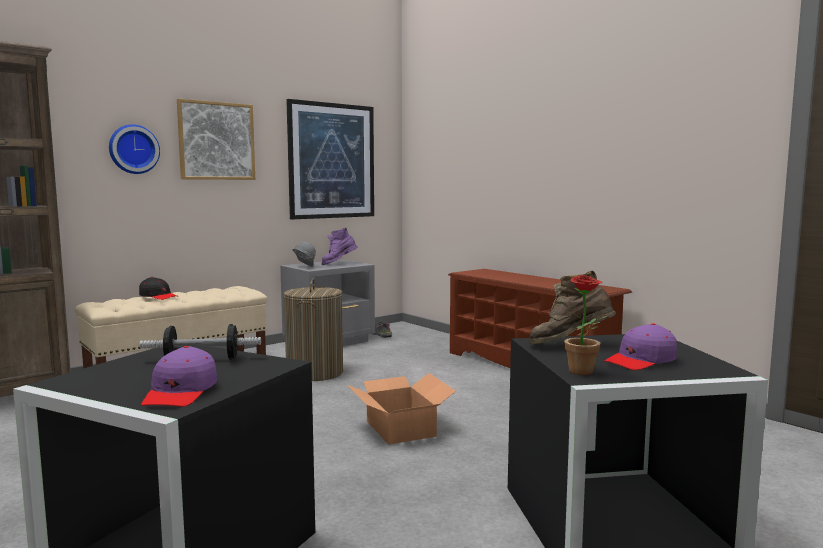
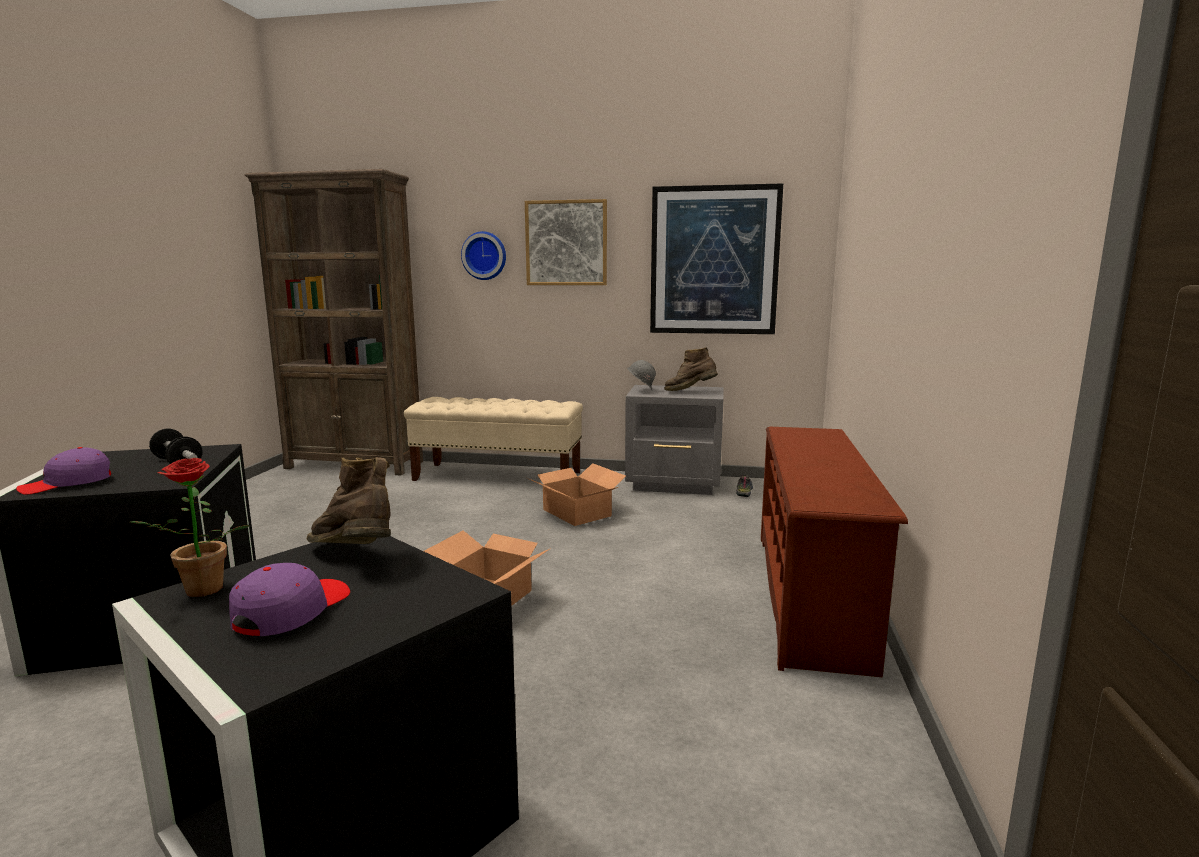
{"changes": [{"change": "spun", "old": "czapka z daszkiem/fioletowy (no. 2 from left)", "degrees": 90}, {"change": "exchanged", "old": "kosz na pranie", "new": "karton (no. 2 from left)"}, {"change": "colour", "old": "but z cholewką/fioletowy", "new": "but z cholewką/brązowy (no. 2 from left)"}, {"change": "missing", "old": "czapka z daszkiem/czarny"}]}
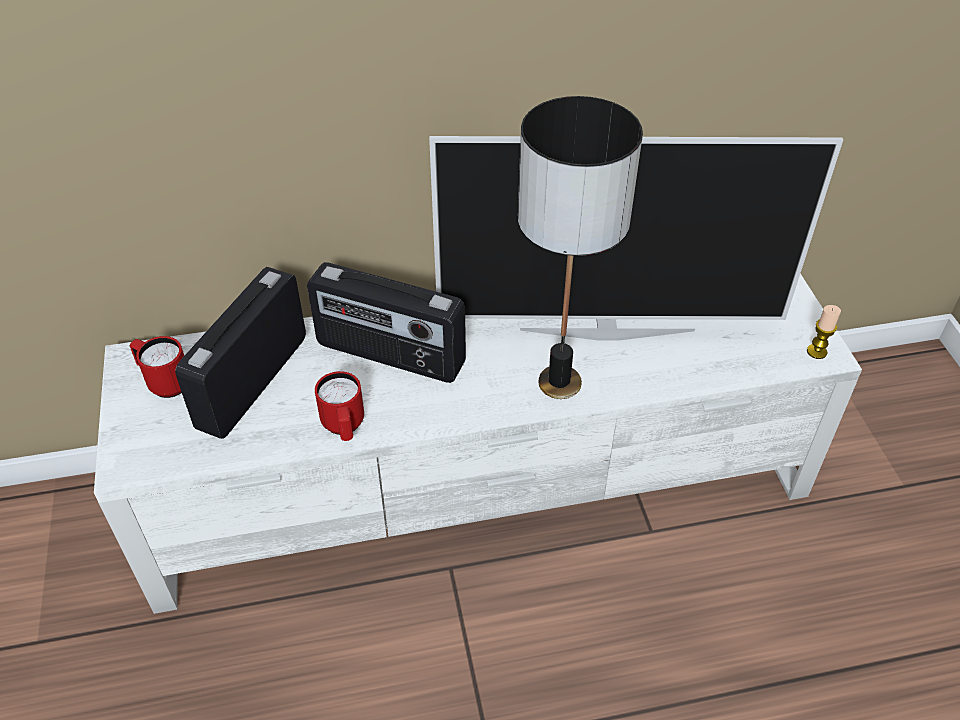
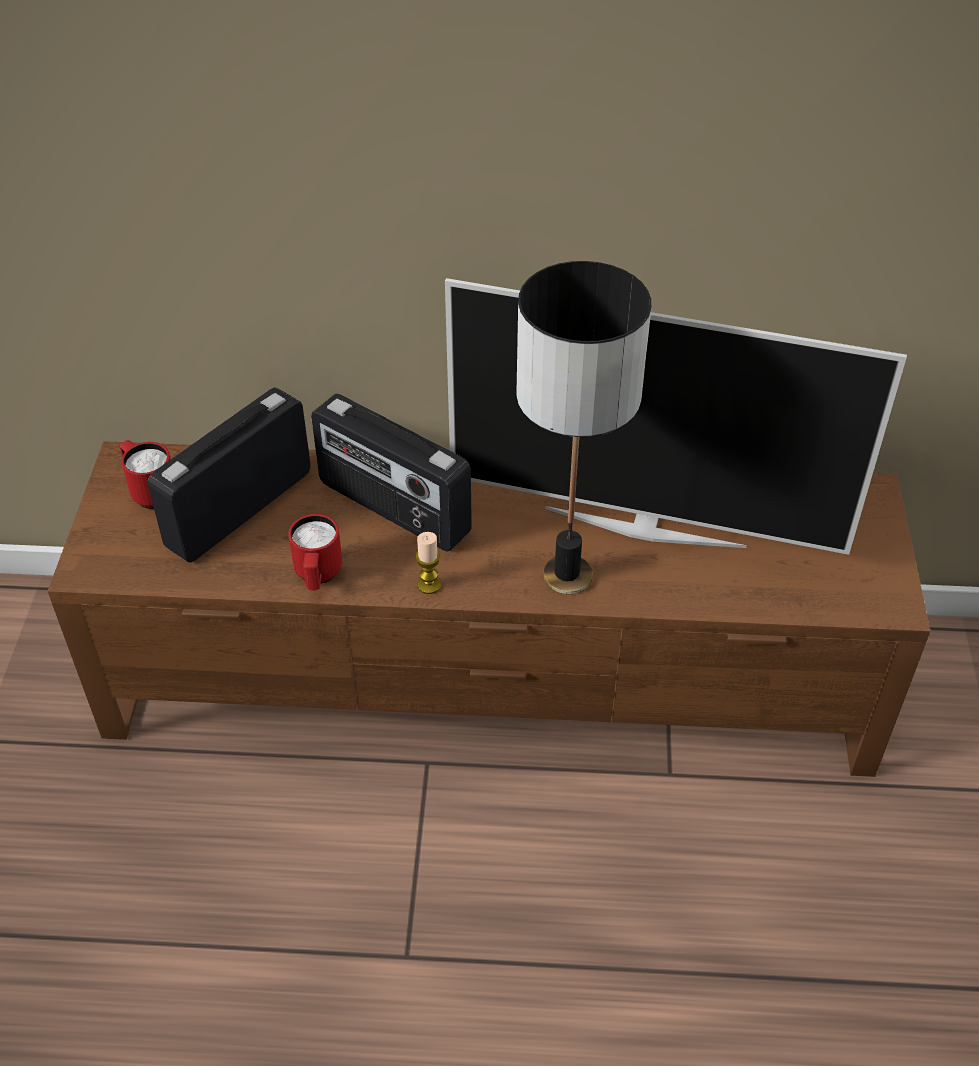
{"changes": [{"change": "colour", "old": "szafka pod telewizor/biały", "new": "szafka pod telewizor/brązowy"}, {"change": "relocated", "old": "świeca"}]}
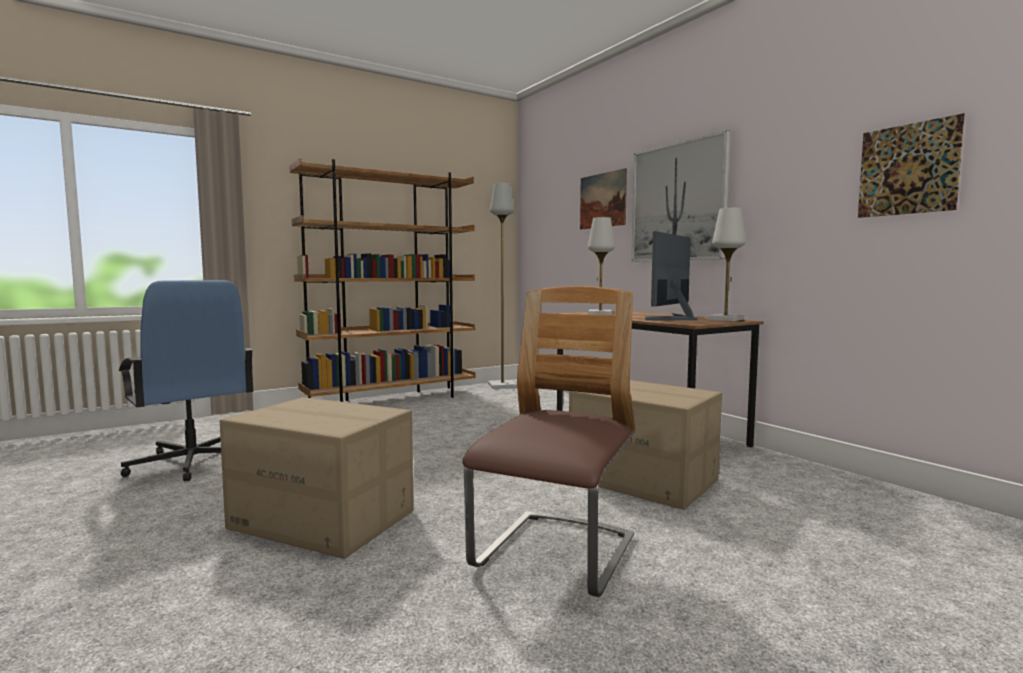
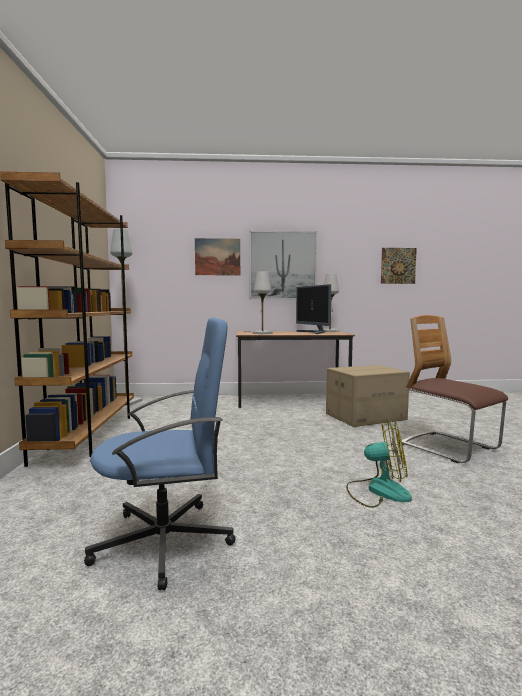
{"changes": [{"change": "exchanged", "old": "karton (no. 1 from left)", "new": "wentylator"}]}
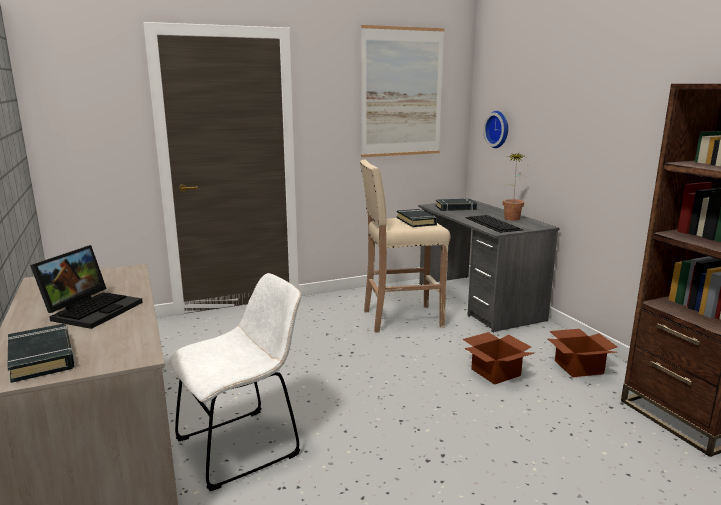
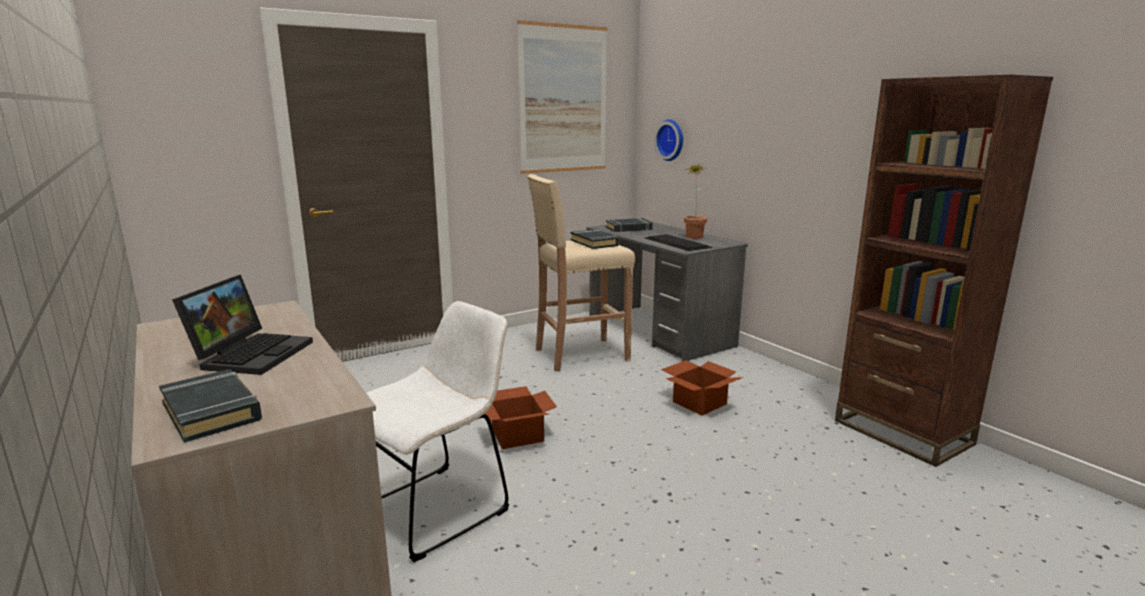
{"changes": [{"change": "relocated", "old": "karton (no. 2 from left in the first image)", "new": "karton (no. 1 from left)"}]}
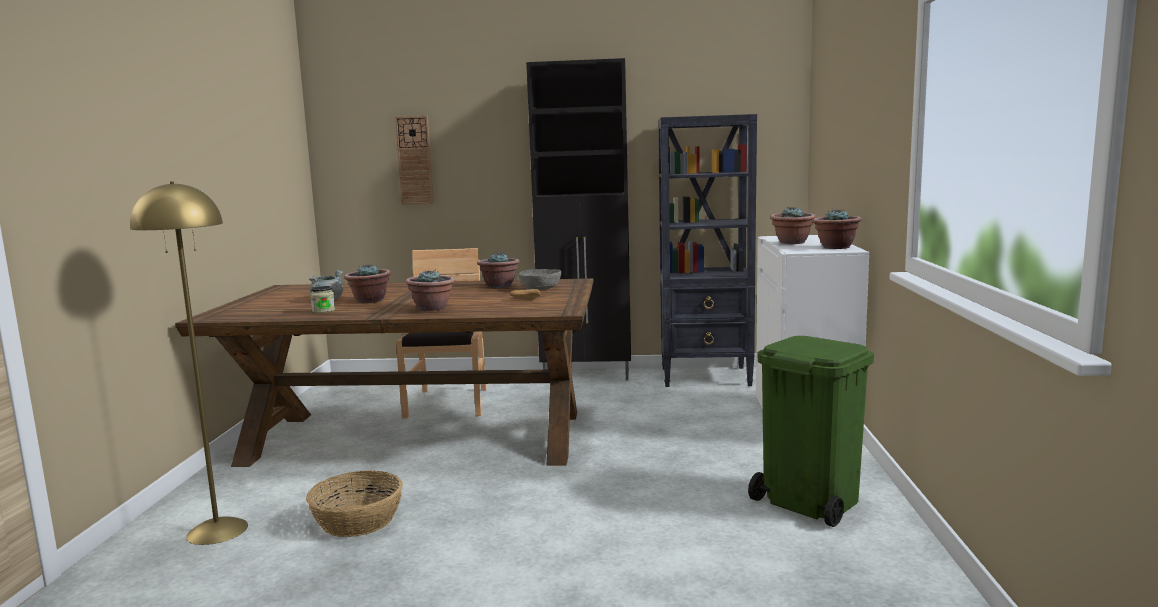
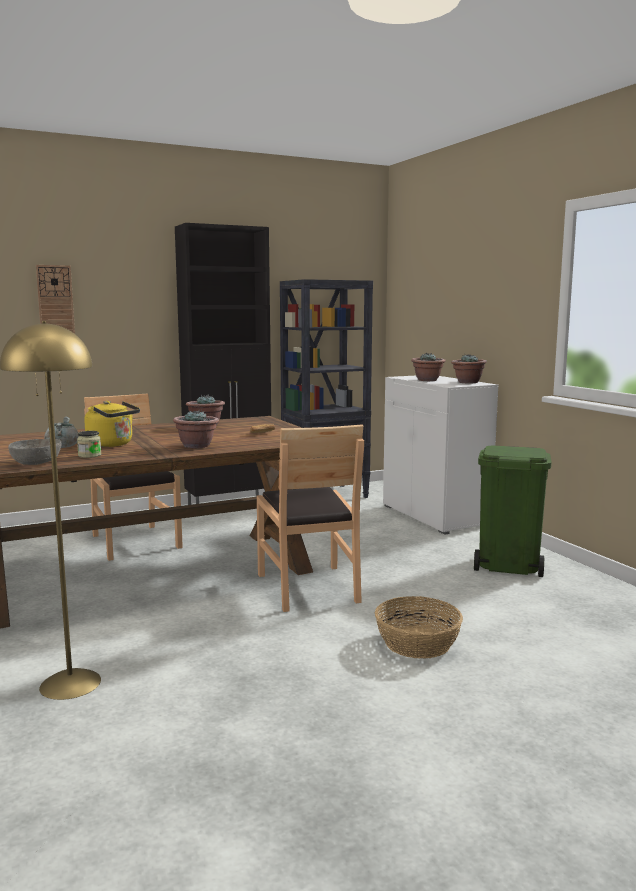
{"changes": [{"change": "relocated", "old": "miska/szary"}, {"change": "exchanged", "old": "roślina doniczkowa (no. 1 from left)", "new": "czajnik/żółty"}, {"change": "appeared", "new": "krzesło/brązowy (no. 2 from left)"}, {"change": "relocated", "old": "koszyk"}]}
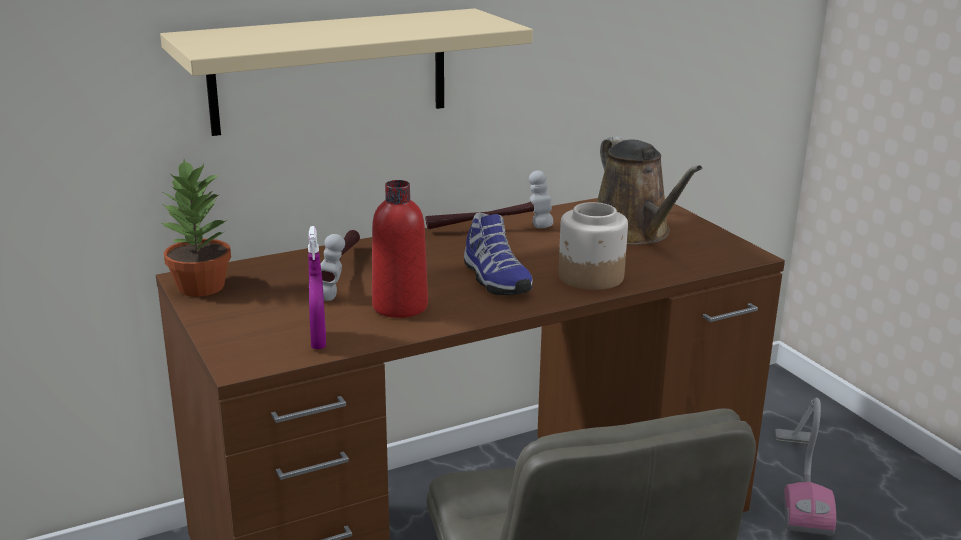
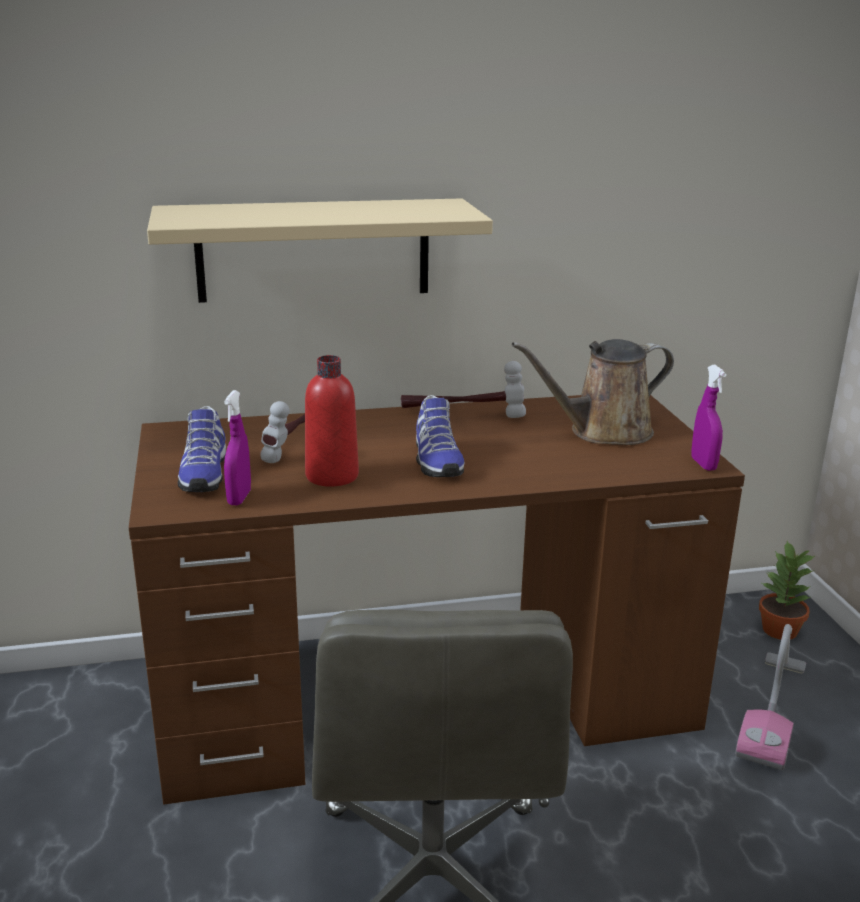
{"changes": [{"change": "appeared", "new": "but (no. 1 from left)"}, {"change": "spun", "old": "konewka/brązowy", "degrees": 75}, {"change": "appeared", "new": "spryskiwacz/fioletowy (no. 2 from left)"}, {"change": "relocated", "old": "roślina doniczkowa"}, {"change": "missing", "old": "słoik"}]}
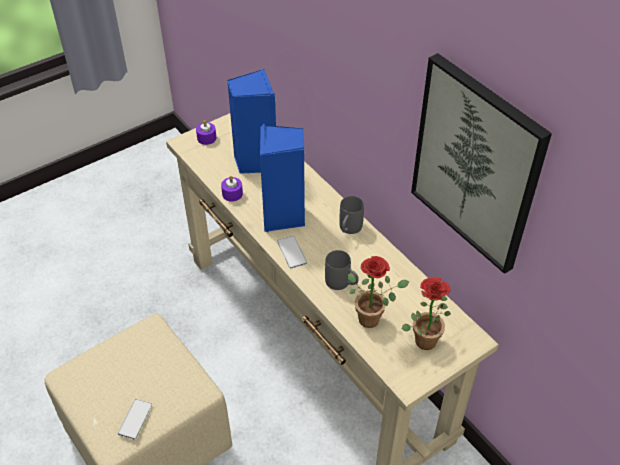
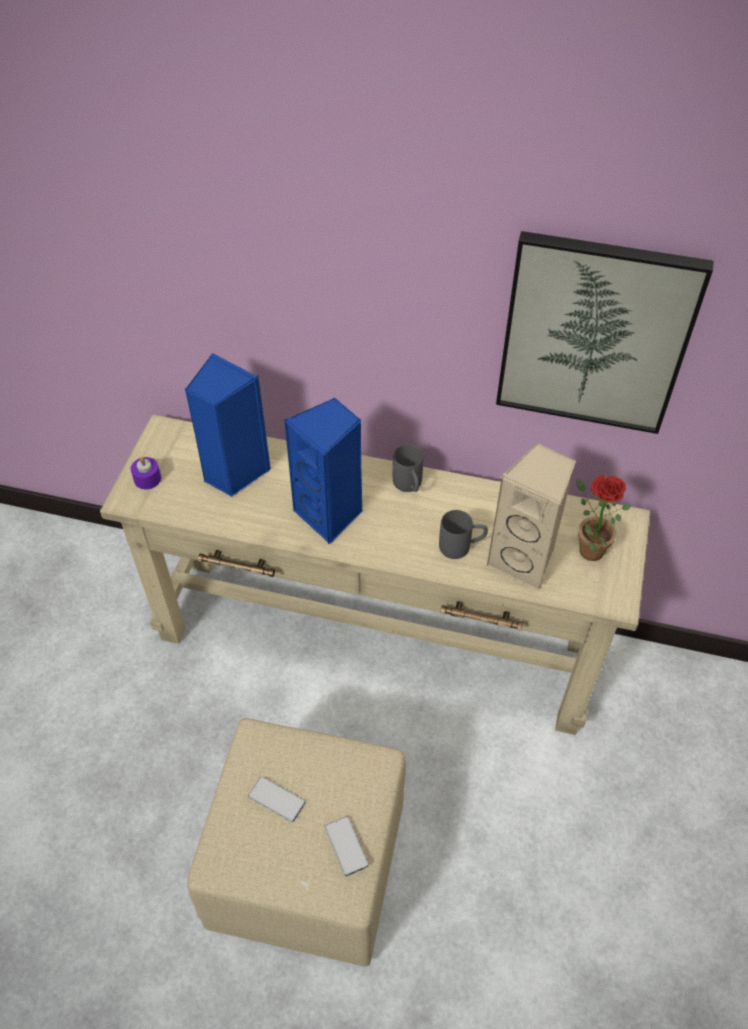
{"changes": [{"change": "relocated", "old": "telefon (no. 2 from left in the first image)", "new": "telefon (no. 1 from left)"}, {"change": "exchanged", "old": "roślina doniczkowa (no. 1 from left)", "new": "głośnik/beżowy"}, {"change": "missing", "old": "świeca/fioletowy (no. 2 from left)"}]}
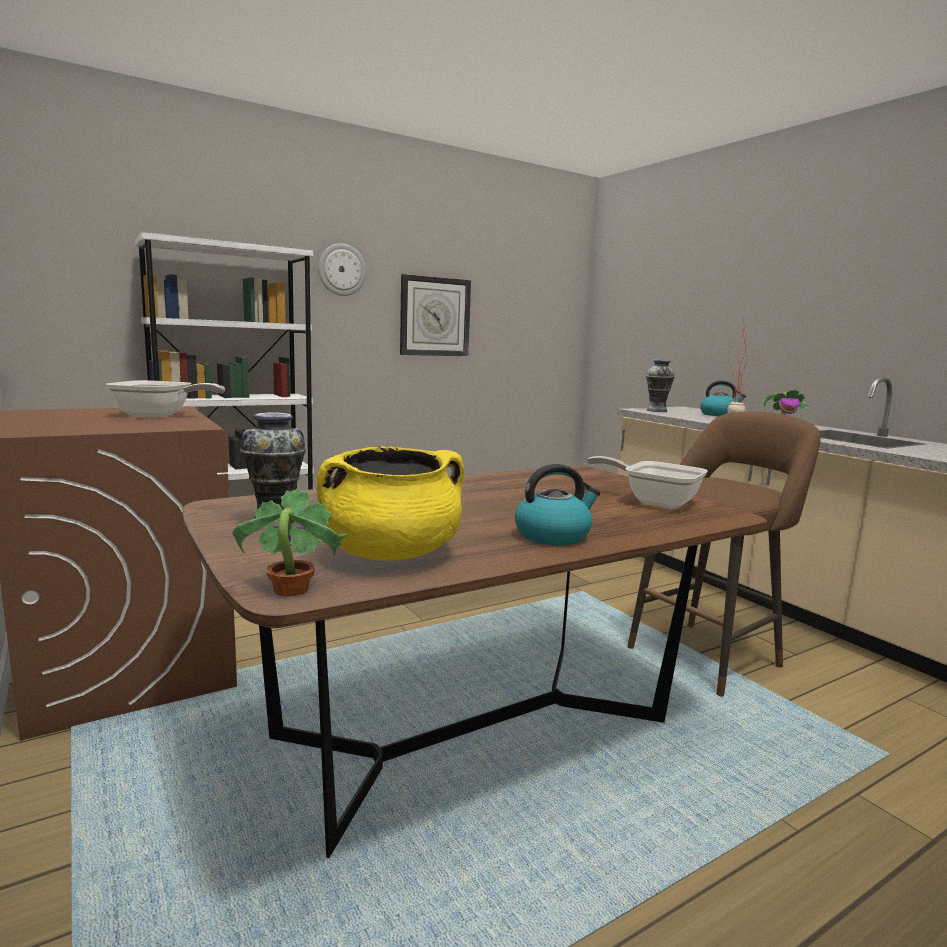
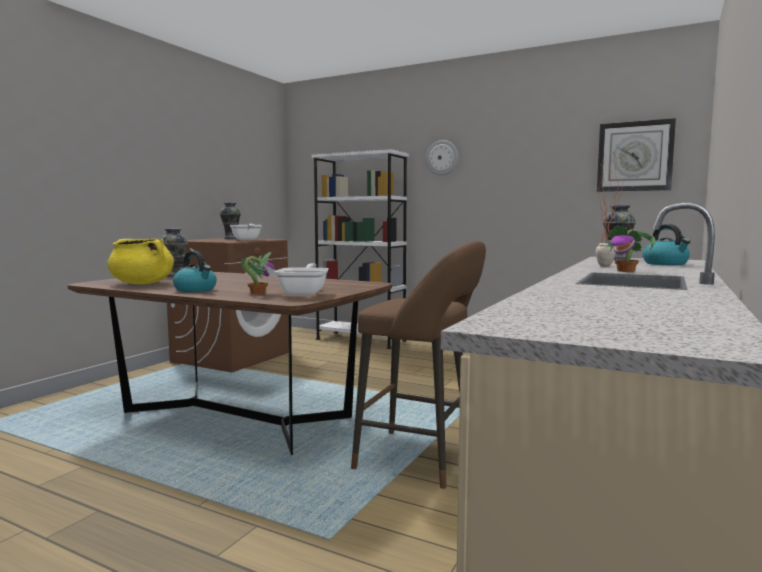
{"changes": [{"change": "appeared", "new": "wazon (no. 2 from left)"}, {"change": "relocated", "old": "roślina doniczkowa (no. 1 from left)"}, {"change": "relocated", "old": "zegar ścienny (no. 2 from left)"}]}
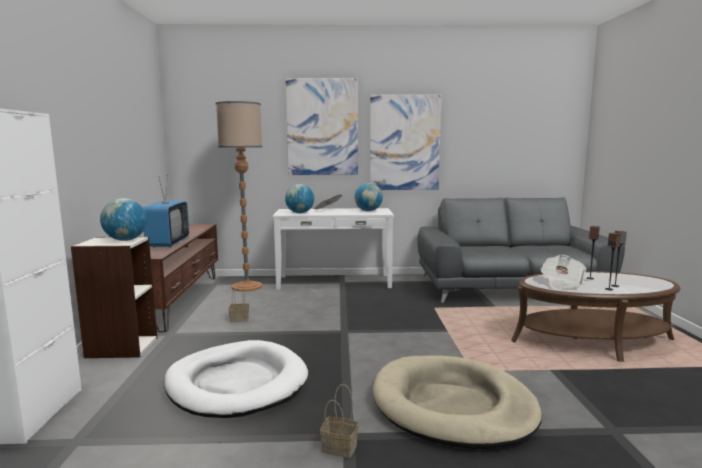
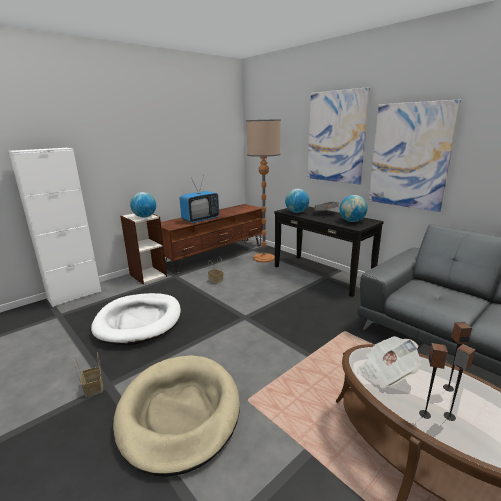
{"changes": [{"change": "colour", "old": "stolik konsolowy/biały", "new": "stolik konsolowy/czarny"}]}
